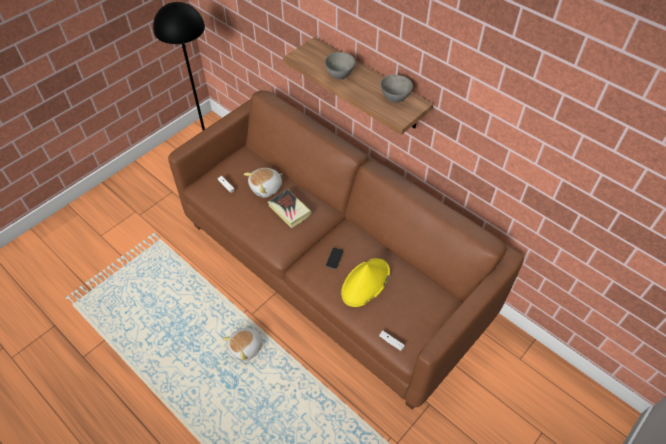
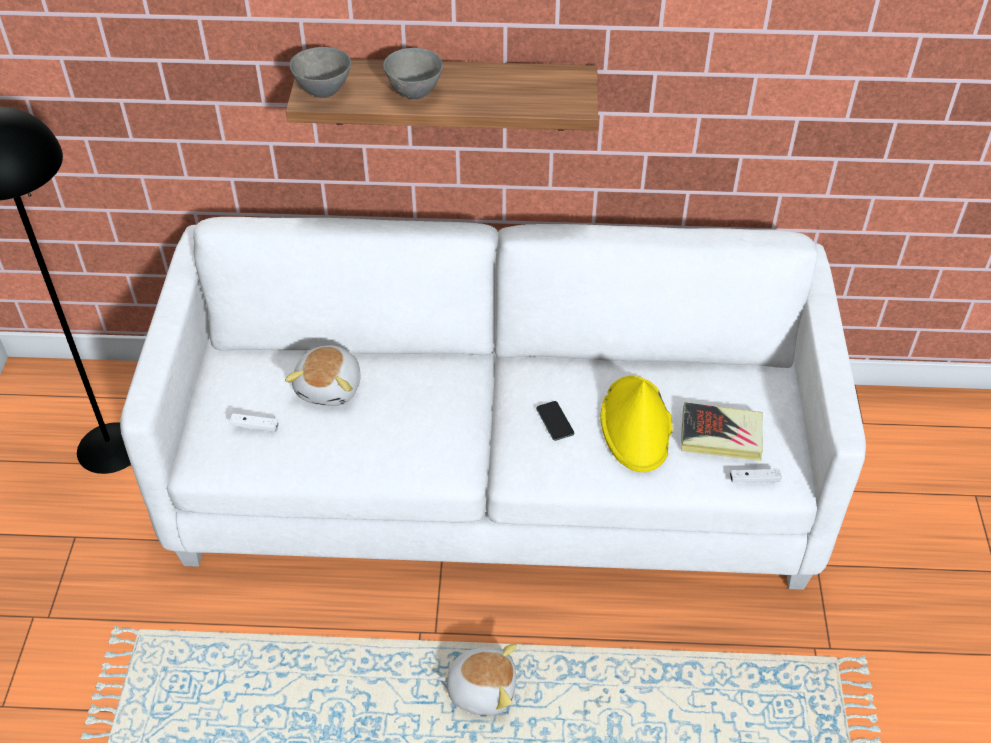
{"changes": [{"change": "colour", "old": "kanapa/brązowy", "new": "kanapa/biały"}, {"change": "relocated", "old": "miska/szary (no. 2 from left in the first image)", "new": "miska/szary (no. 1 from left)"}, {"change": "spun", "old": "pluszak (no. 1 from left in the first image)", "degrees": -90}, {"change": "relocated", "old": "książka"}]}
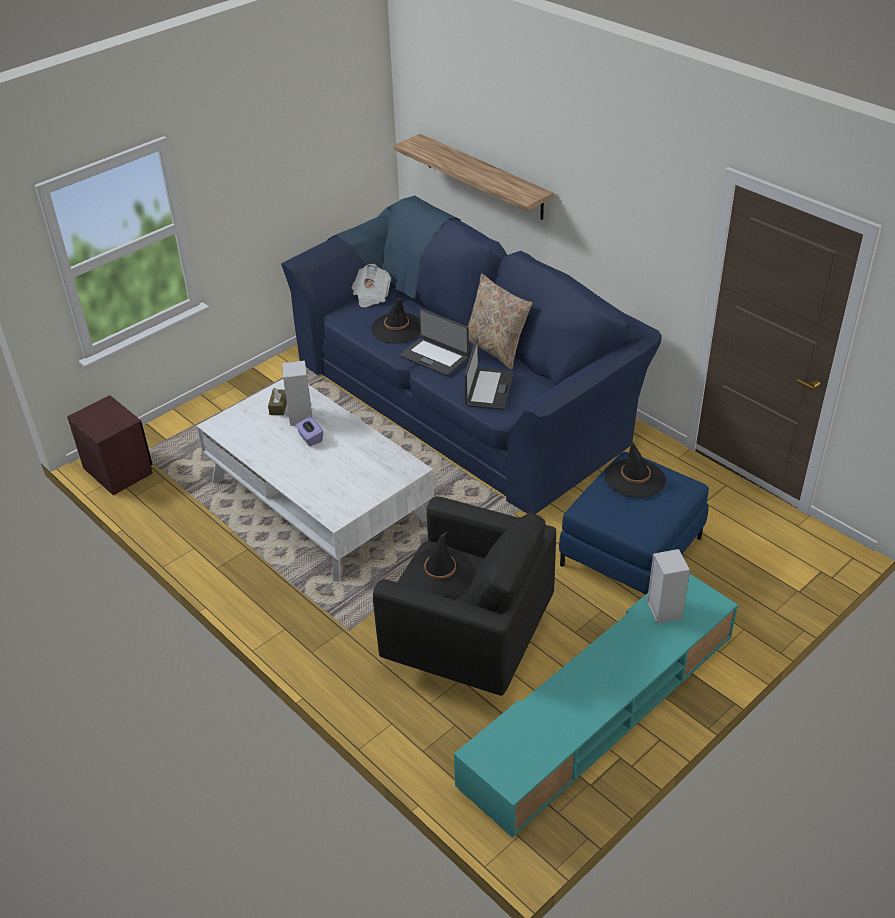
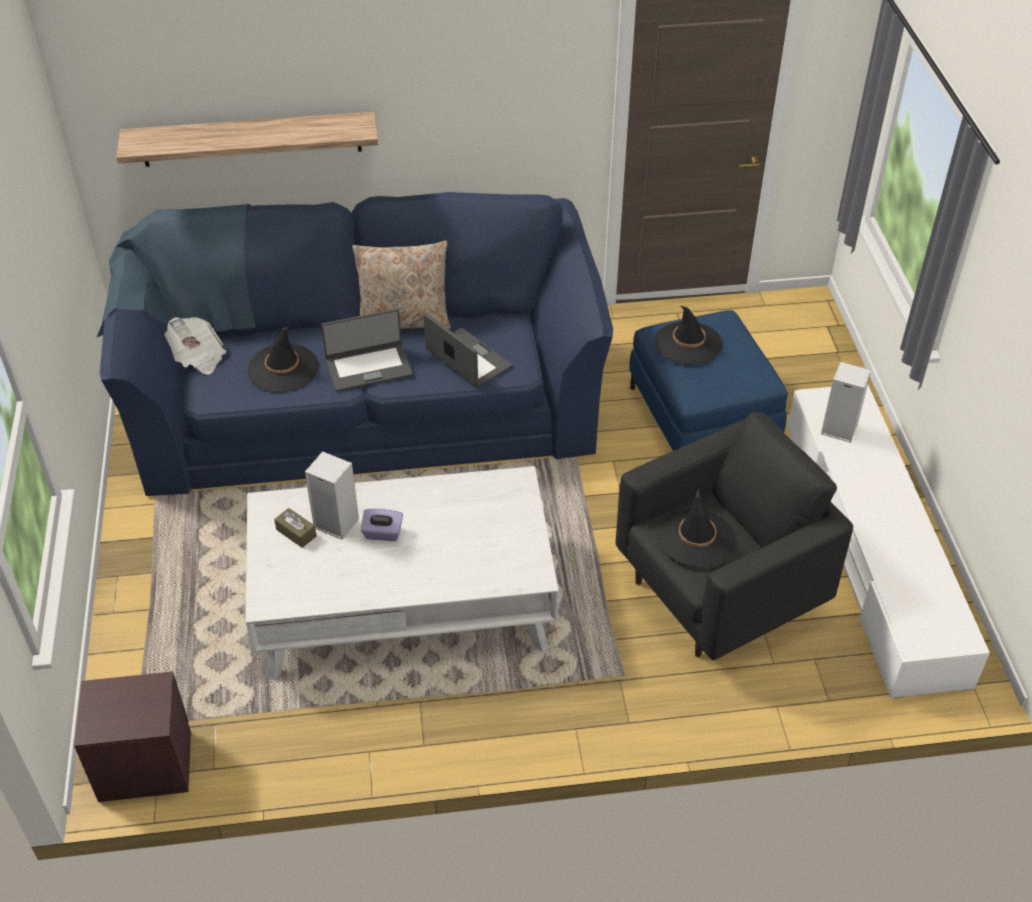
{"changes": [{"change": "colour", "old": "szafka pod telewizor/turkusowy", "new": "szafka pod telewizor/biały"}]}
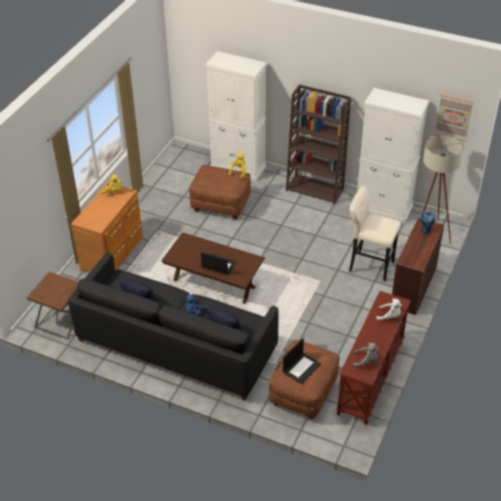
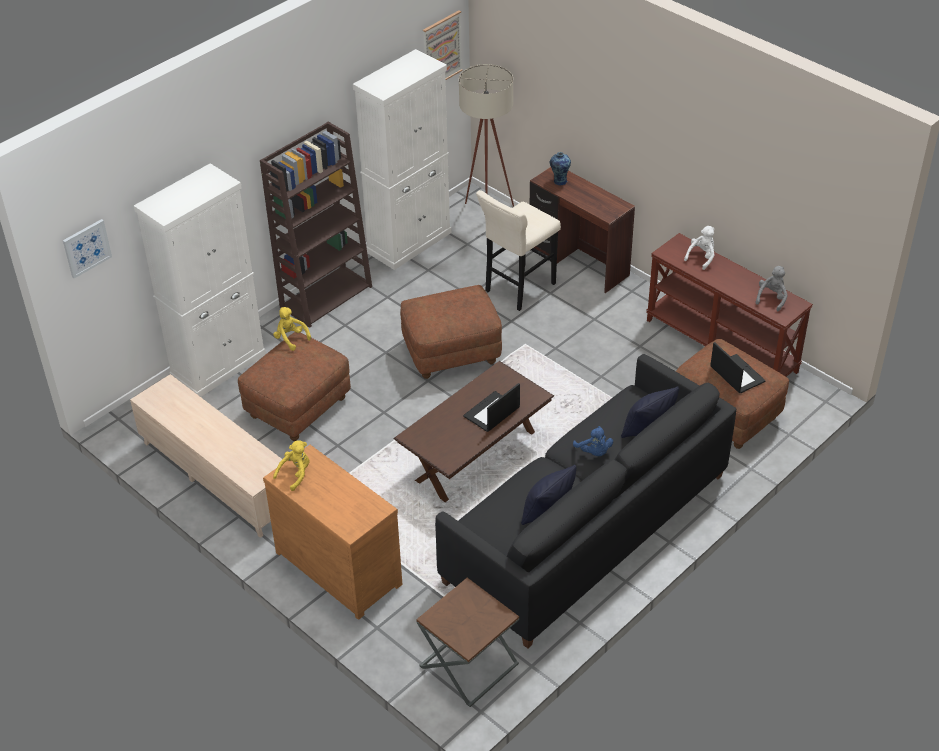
{"changes": [{"change": "appeared", "new": "obraz (no. 1 from left)"}, {"change": "appeared", "new": "szafka pod telewizor/beżowy"}, {"change": "appeared", "new": "pufa/brązowy (no. 2 from left)"}]}
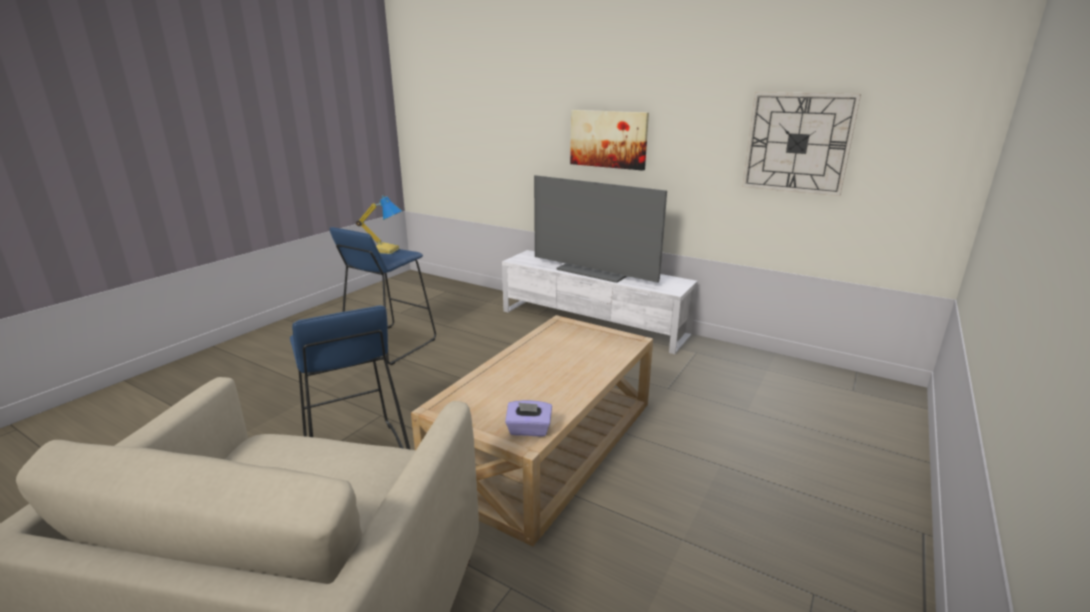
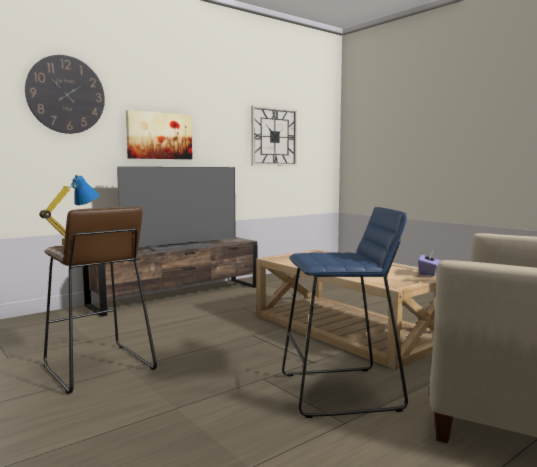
{"changes": [{"change": "appeared", "new": "zegar ścienny (no. 1 from left)"}, {"change": "colour", "old": "stołek/niebieski (no. 2 from left)", "new": "stołek/brązowy"}, {"change": "colour", "old": "szafka pod telewizor/biały", "new": "szafka pod telewizor/brązowy"}]}
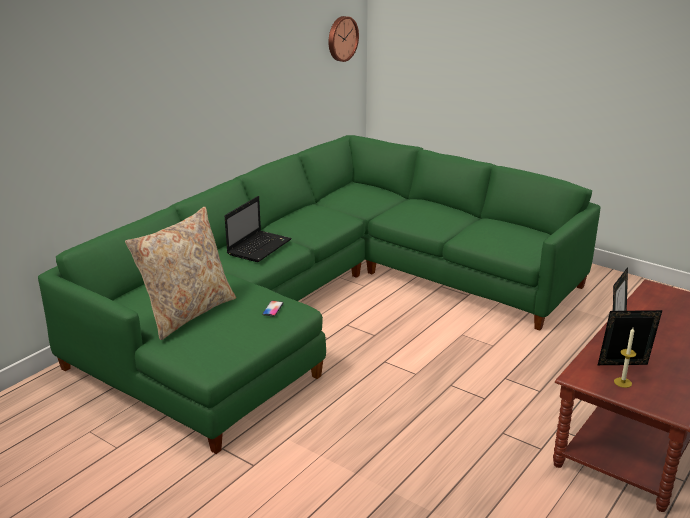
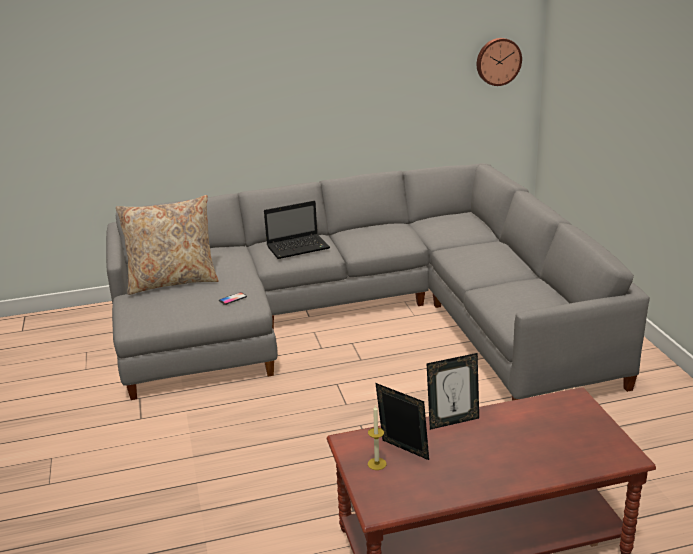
{"changes": [{"change": "colour", "old": "kanapa/zielony", "new": "kanapa/szary"}]}
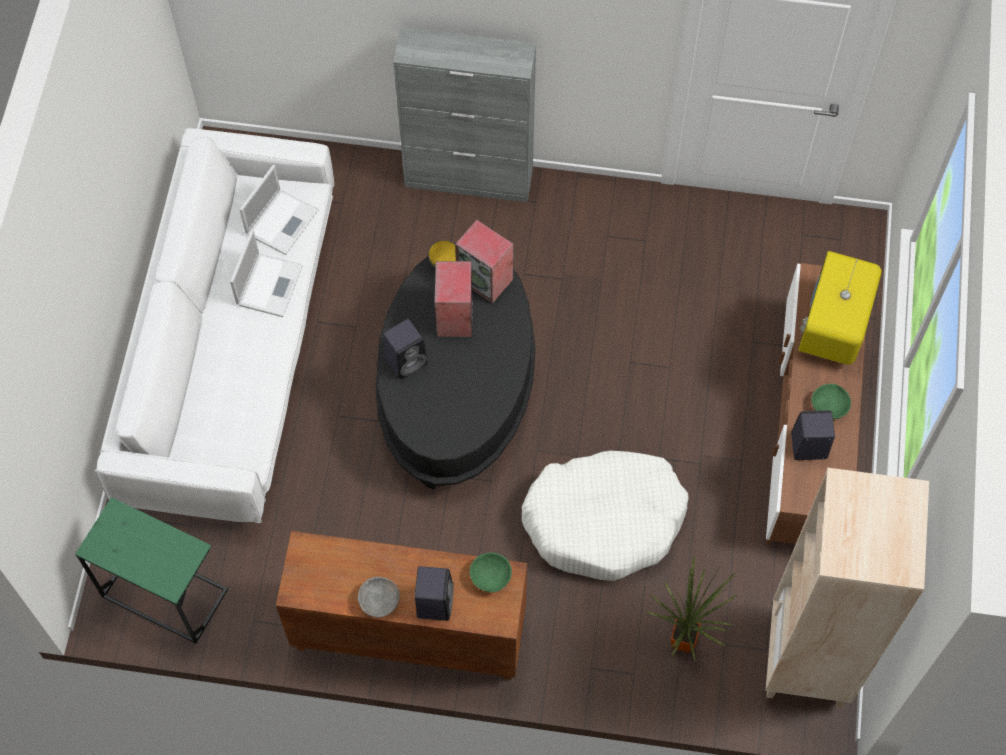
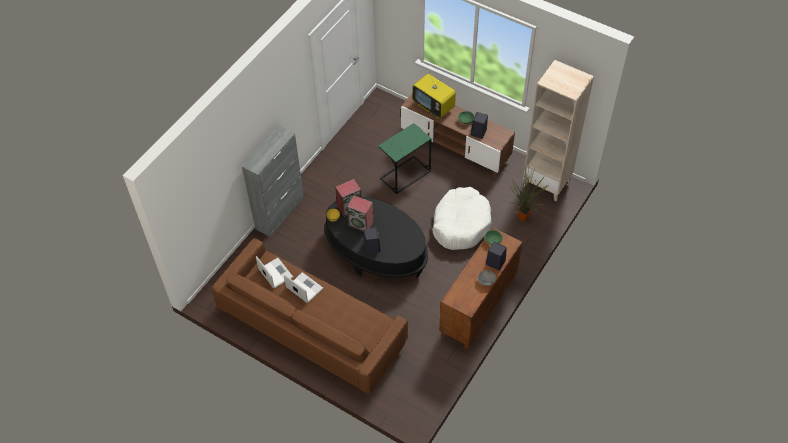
{"changes": [{"change": "colour", "old": "kanapa/biały", "new": "kanapa/brązowy"}, {"change": "relocated", "old": "stolik/zielony"}]}
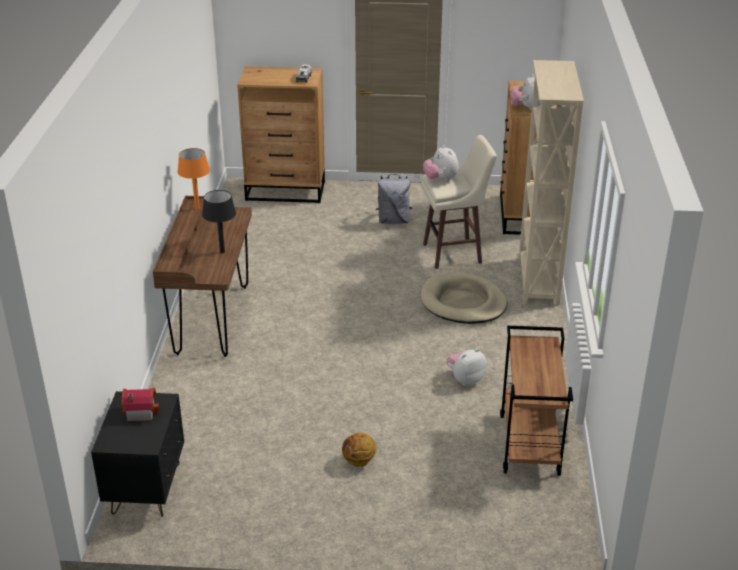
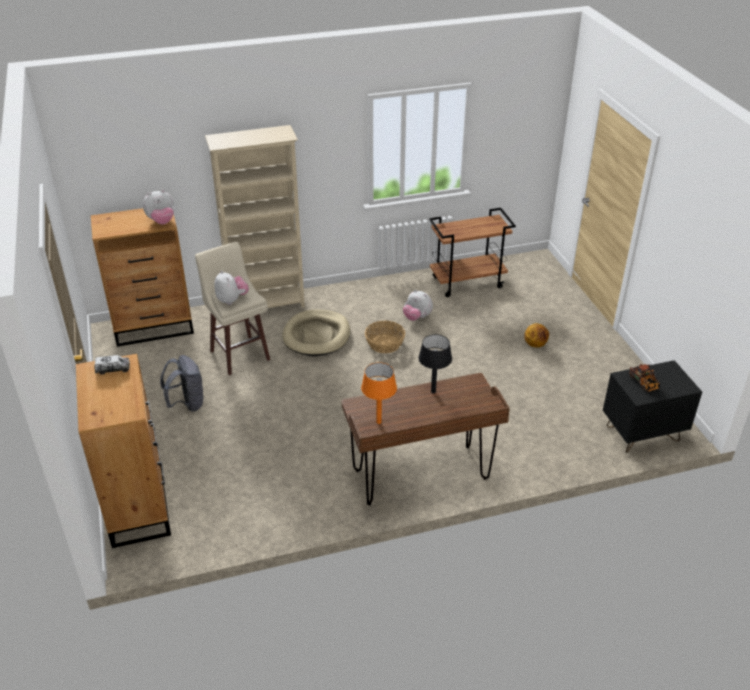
{"changes": [{"change": "spun", "old": "pluszak (no. 1 from left in the first image)", "degrees": -75}, {"change": "appeared", "new": "koszyk"}, {"change": "exchanged", "old": "domek", "new": "ciężarówka zabawkowa (no. 2 from left)"}]}
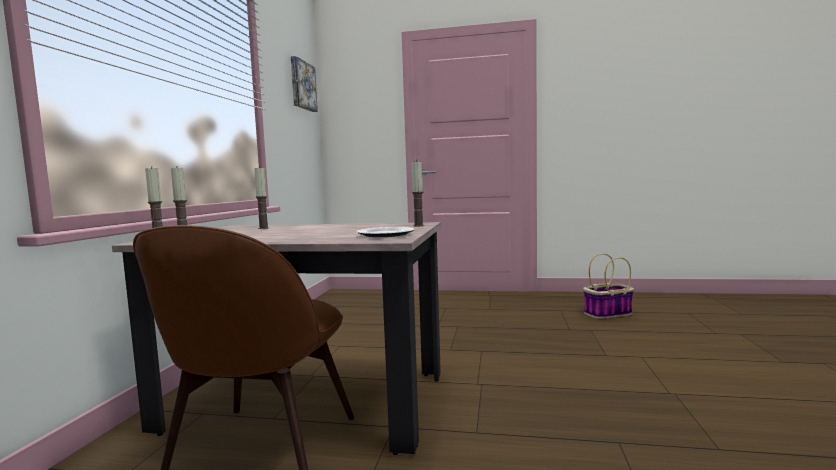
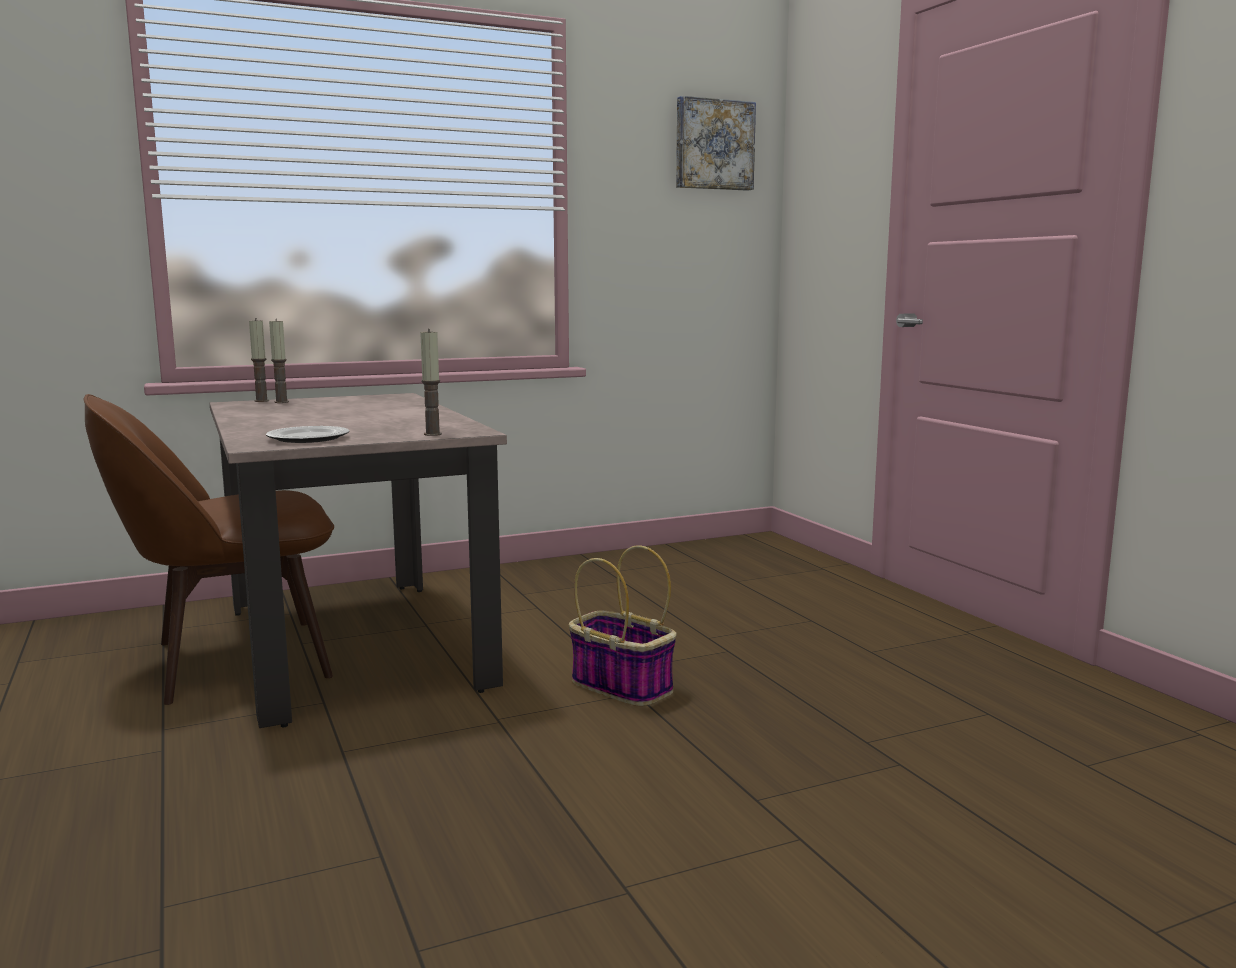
{"changes": [{"change": "relocated", "old": "koszyk"}, {"change": "missing", "old": "świeca (no. 3 from left)"}]}
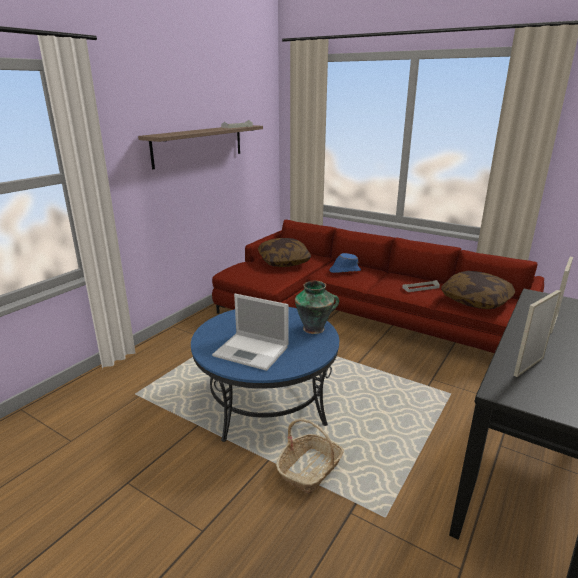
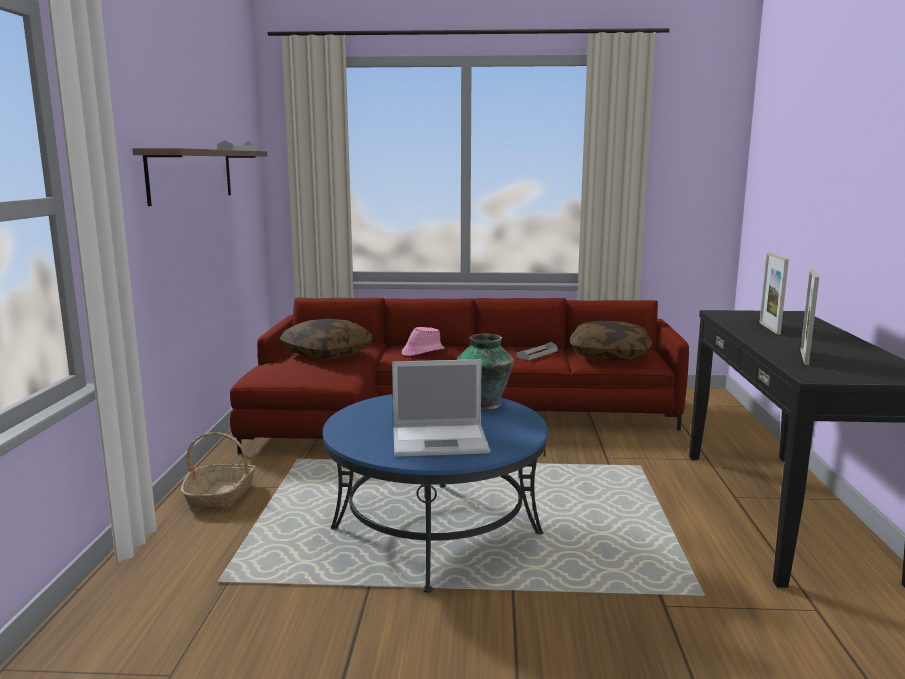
{"changes": [{"change": "relocated", "old": "koszyk"}, {"change": "colour", "old": "kapelusz/niebieski", "new": "kapelusz/różowy"}]}
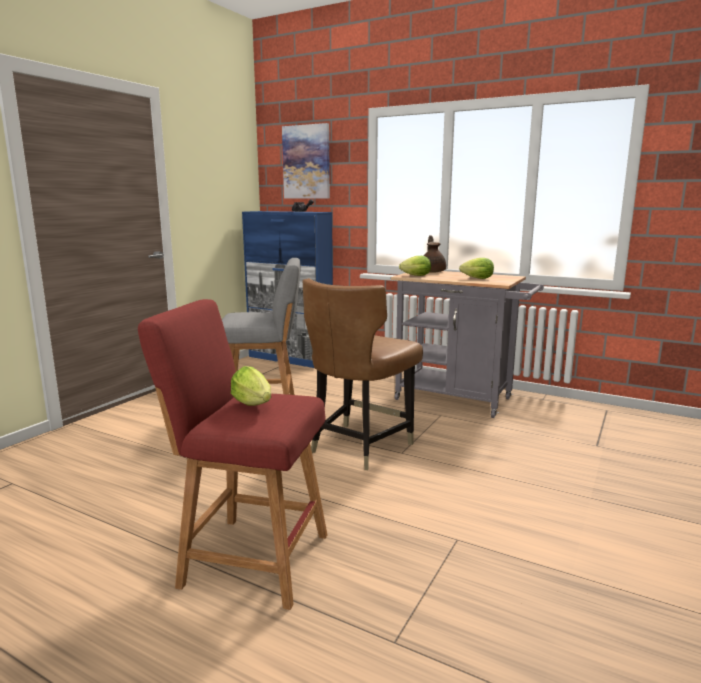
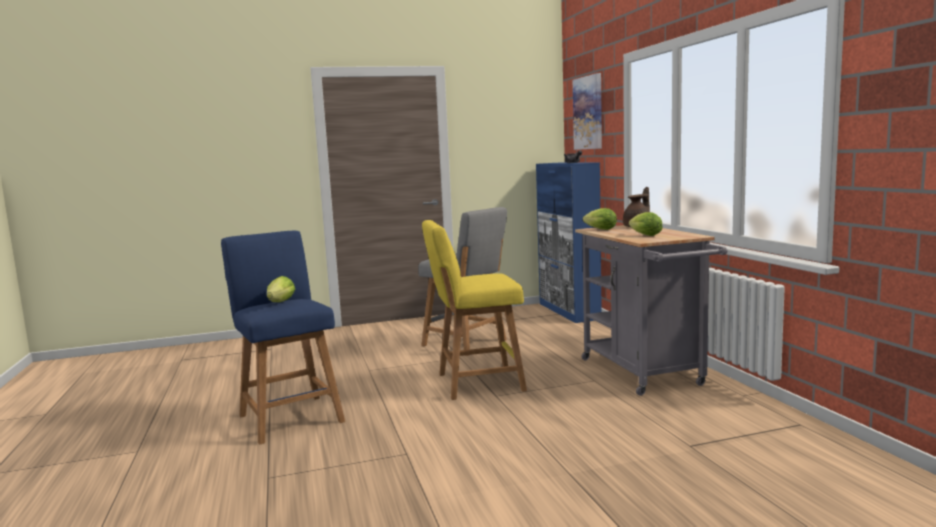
{"changes": [{"change": "colour", "old": "stołek/czerwony", "new": "stołek/niebieski"}, {"change": "exchanged", "old": "krzesło/brązowy", "new": "stołek/żółty"}]}
